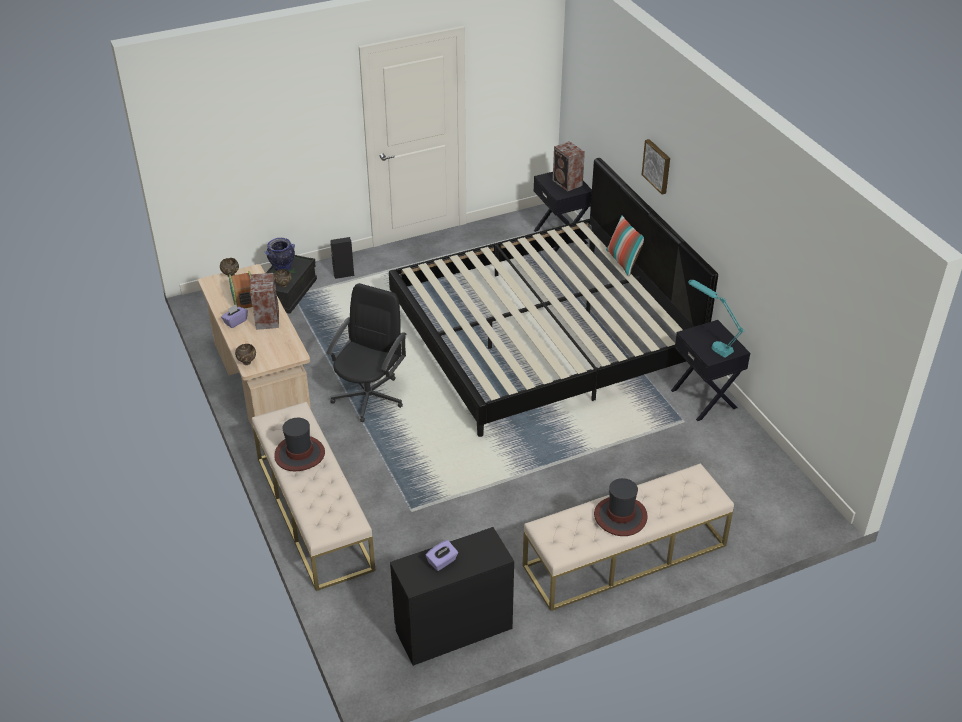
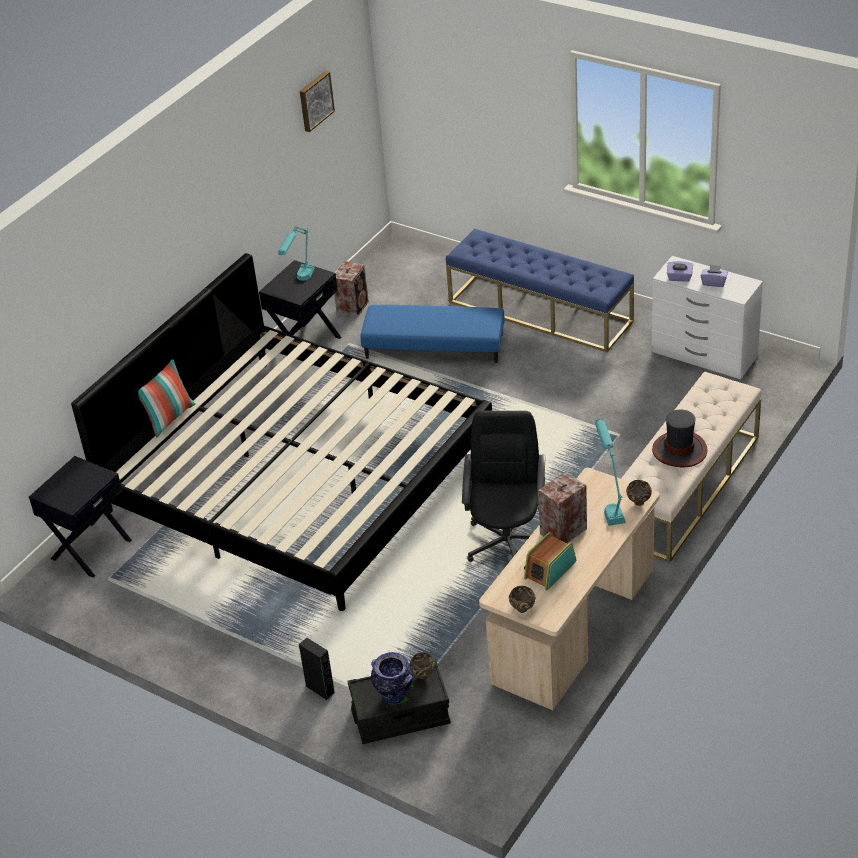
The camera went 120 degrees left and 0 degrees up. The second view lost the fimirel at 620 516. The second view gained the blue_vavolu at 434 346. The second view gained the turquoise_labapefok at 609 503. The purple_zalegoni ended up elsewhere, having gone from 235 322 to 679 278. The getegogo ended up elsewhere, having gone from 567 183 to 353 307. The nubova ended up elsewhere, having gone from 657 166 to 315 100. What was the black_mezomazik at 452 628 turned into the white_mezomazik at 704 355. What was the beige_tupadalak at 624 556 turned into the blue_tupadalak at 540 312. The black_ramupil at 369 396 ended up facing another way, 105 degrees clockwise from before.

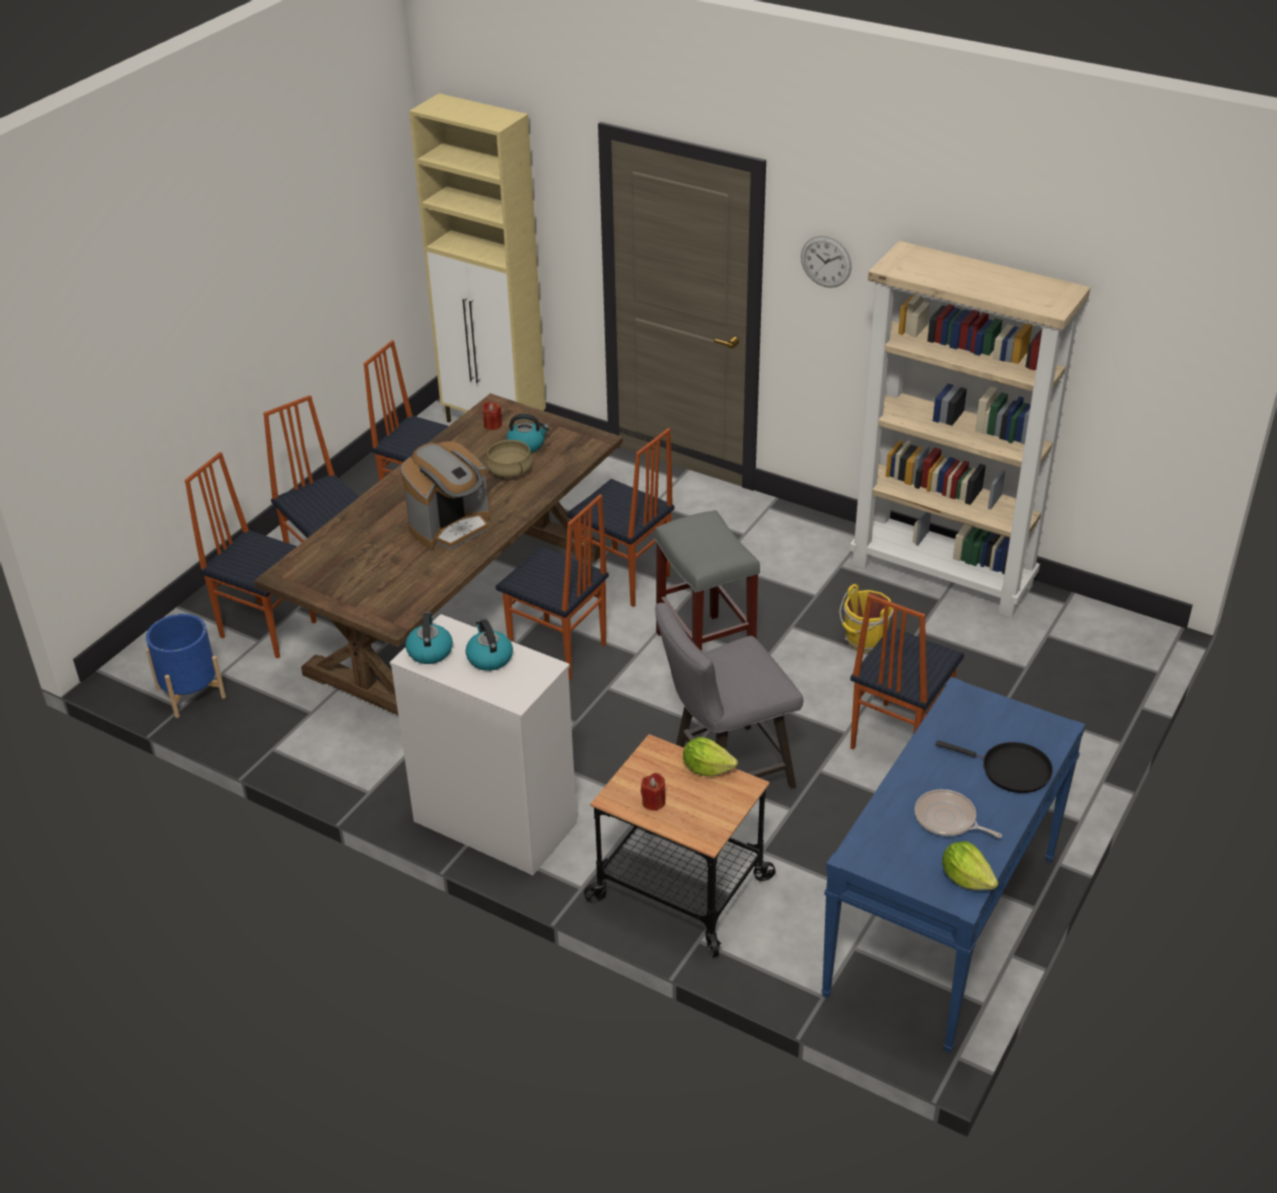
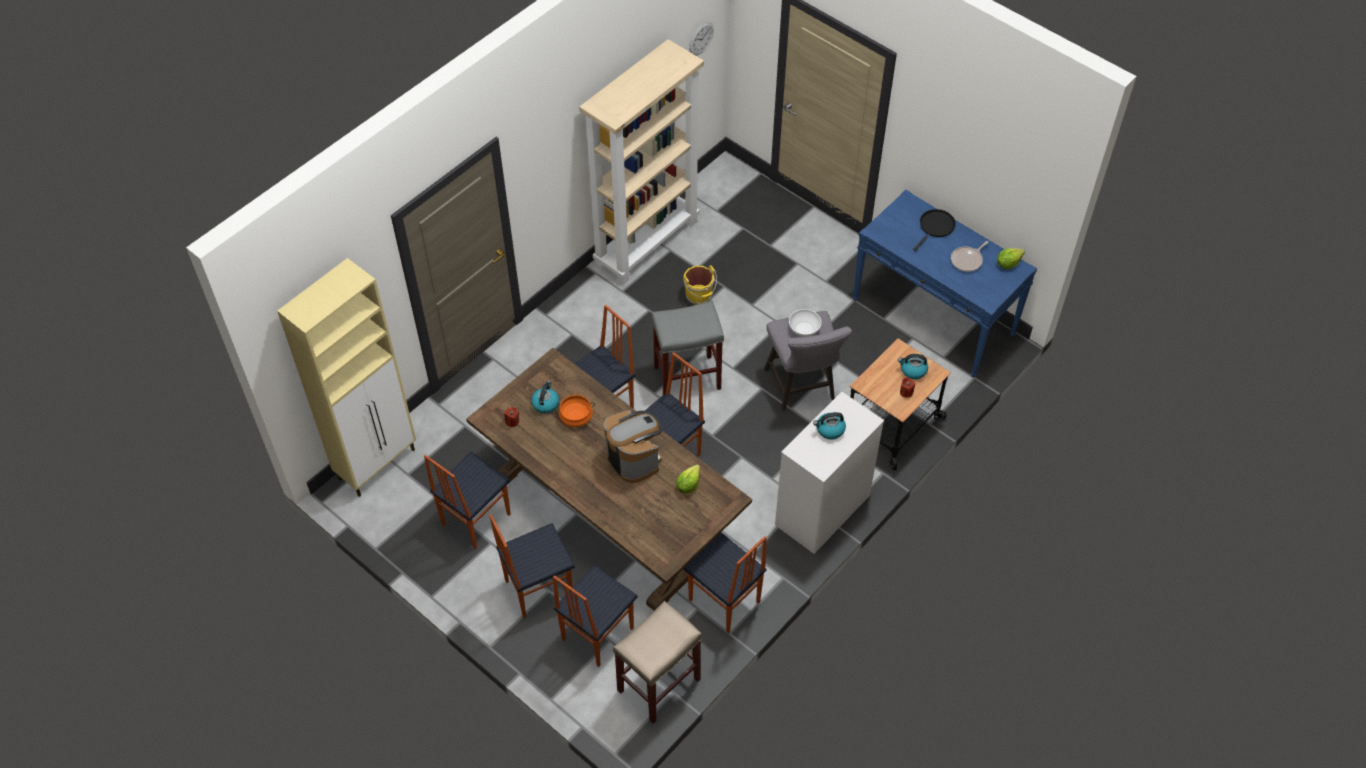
The camera went 80 degrees left and 15 degrees up. The second view gained the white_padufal at 803 329. The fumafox ended up elsewhere, having gone from 429 651 to 913 370. The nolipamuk ended up elsewhere, having gone from 707 768 to 688 485. The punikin ended up elsewhere, having gone from 826 261 to 701 38. The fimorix ended up elsewhere, having gone from 896 737 to 724 602. Where the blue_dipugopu stood at 191 693, the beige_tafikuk came to stand at 658 686. What was the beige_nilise at 510 471 turned into the orange_nilise at 576 417.

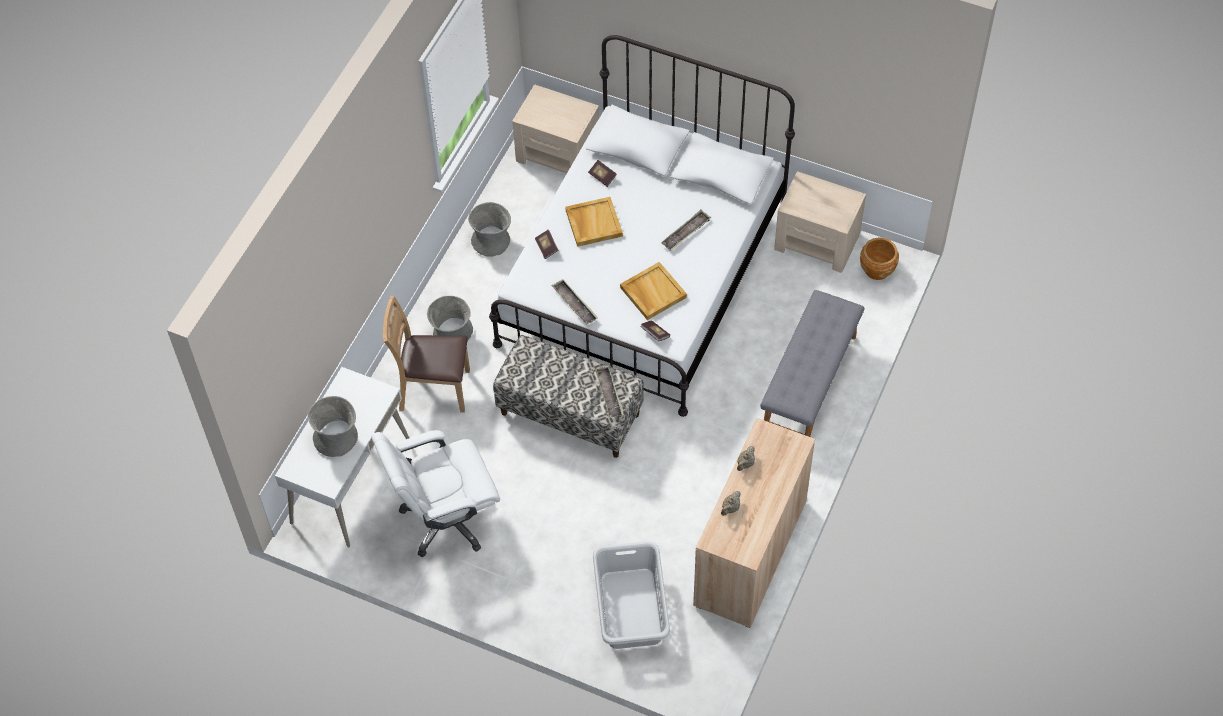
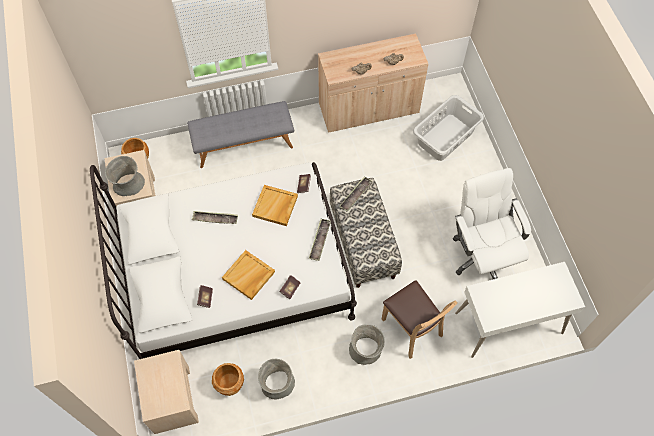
The camera went 130 degrees left and 5 degrees up. The second view gained the brown_dipugopu at 229 383. The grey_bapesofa ended up elsewhere, having gone from 337 437 to 128 184. The white_ramupil at 446 519 ended up facing another way, 135 degrees counterclockwise from before.

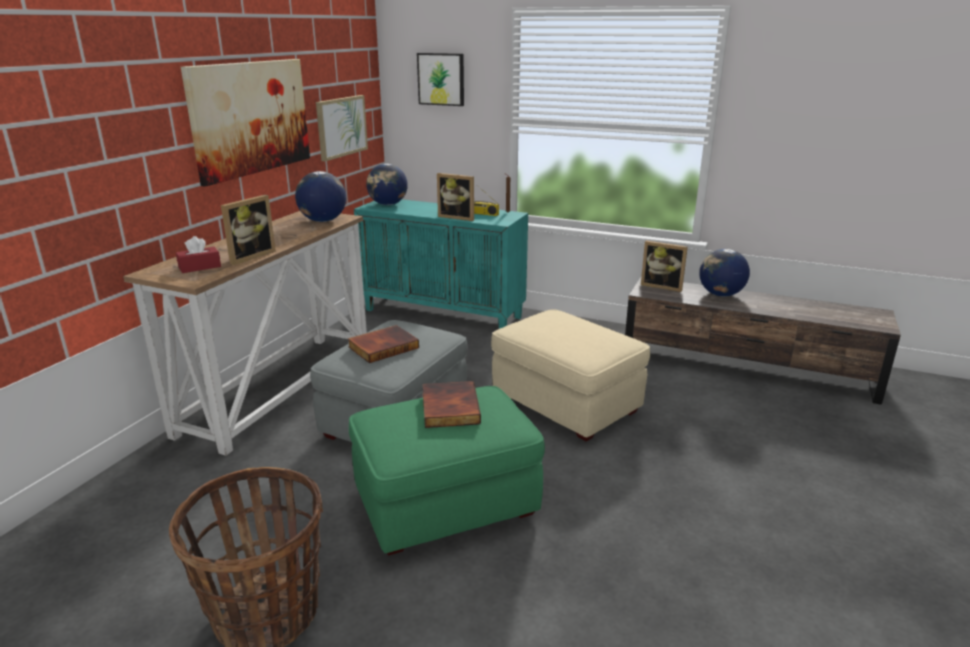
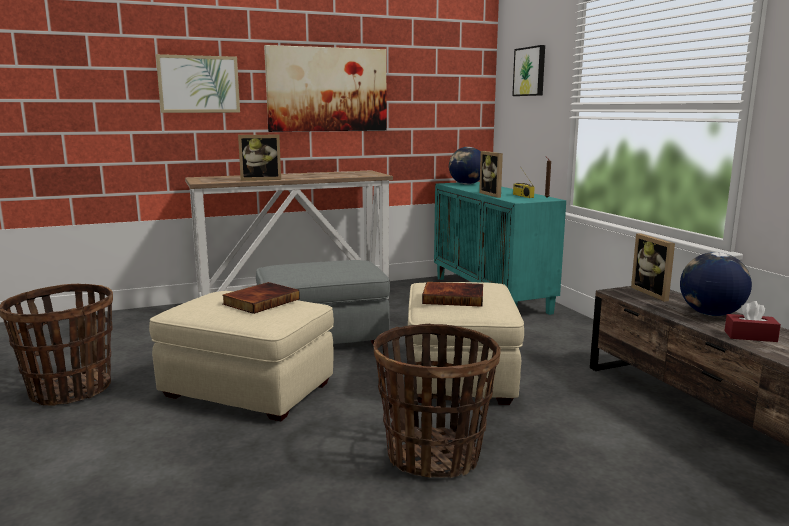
The camera went 45 degrees right and 10 degrees down. The second view lost the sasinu at 323 221. The second view gained the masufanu at 434 455. The red_zalegoni ended up elsewhere, having gone from 200 267 to 750 336. The nubova ended up elsewhere, having gone from 341 127 to 199 84. The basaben ended up elsewhere, having gone from 383 346 to 453 297. What was the green_vavolu at 445 504 turned into the beige_vavolu at 247 389.

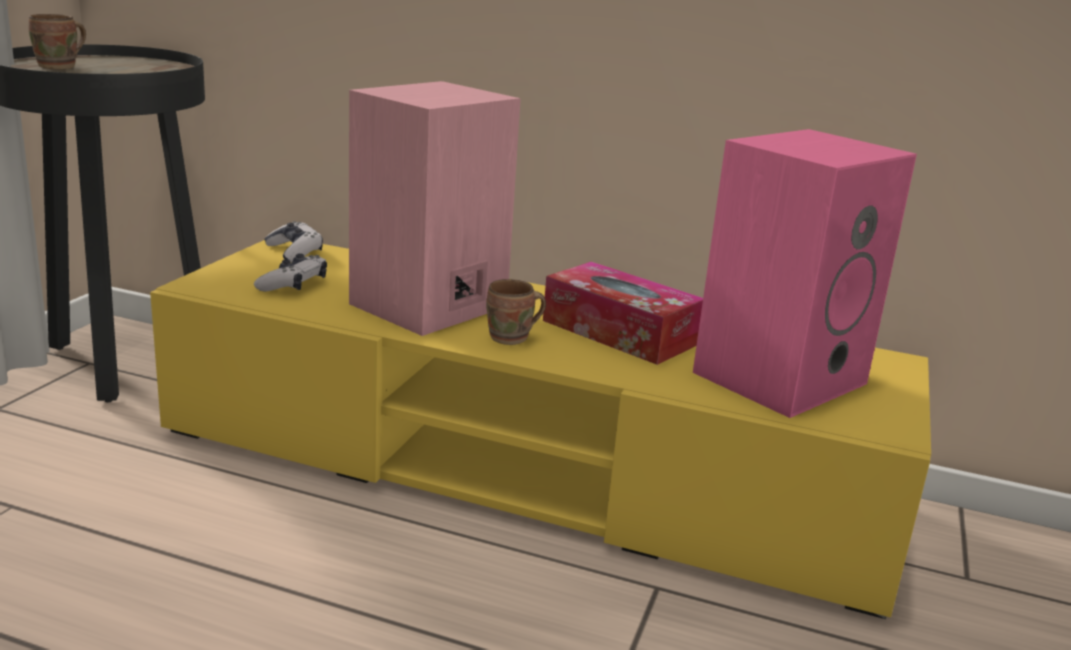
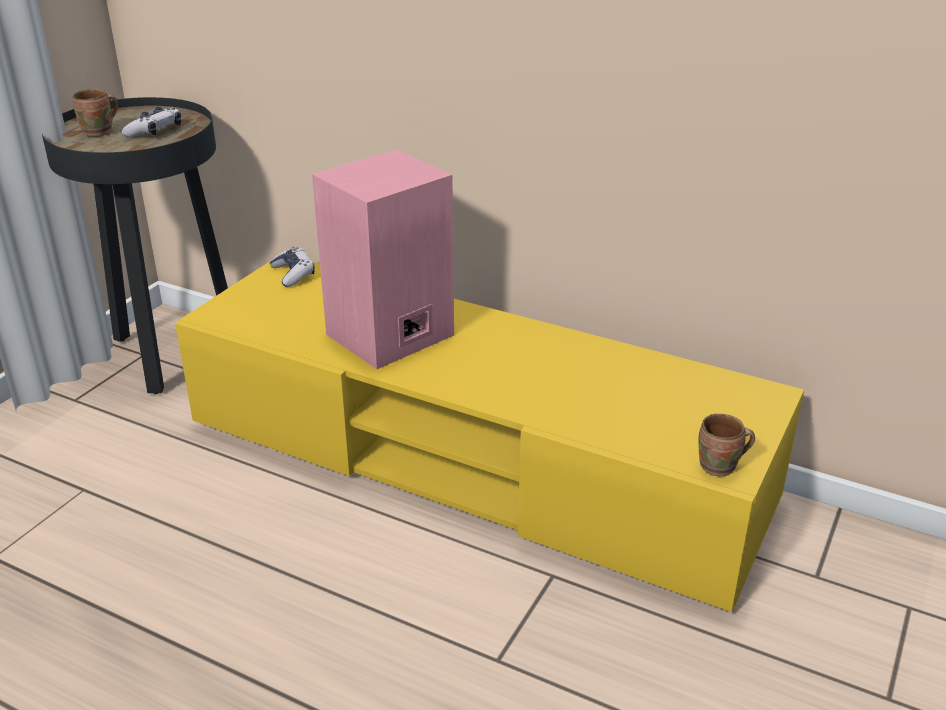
The camera went 10 degrees right and 10 degrees up. The second view lost the zalegoni at 619 332. The second view lost the pink_getegogo at 779 376. The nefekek ended up elsewhere, having gone from 293 285 to 155 132. The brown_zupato ended up elsewhere, having gone from 511 339 to 720 467.

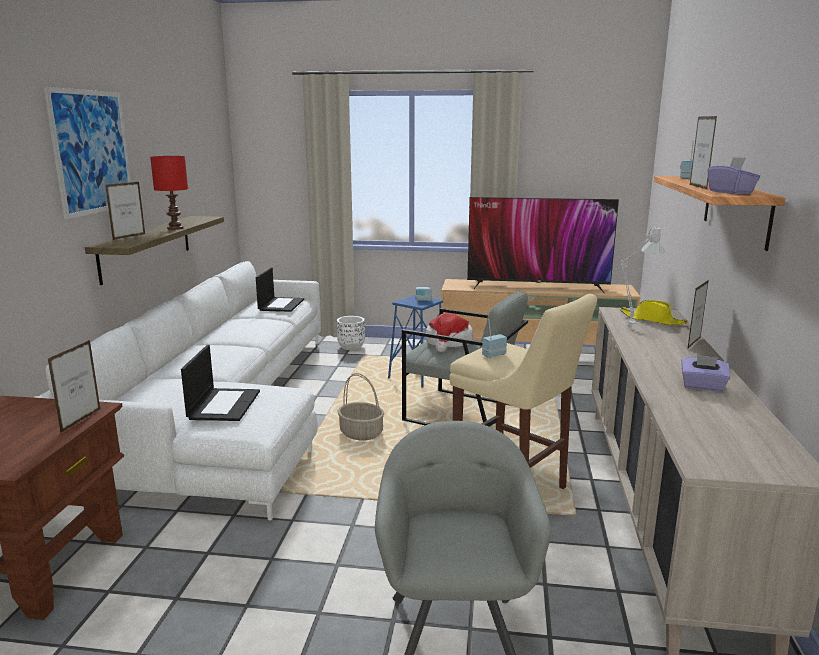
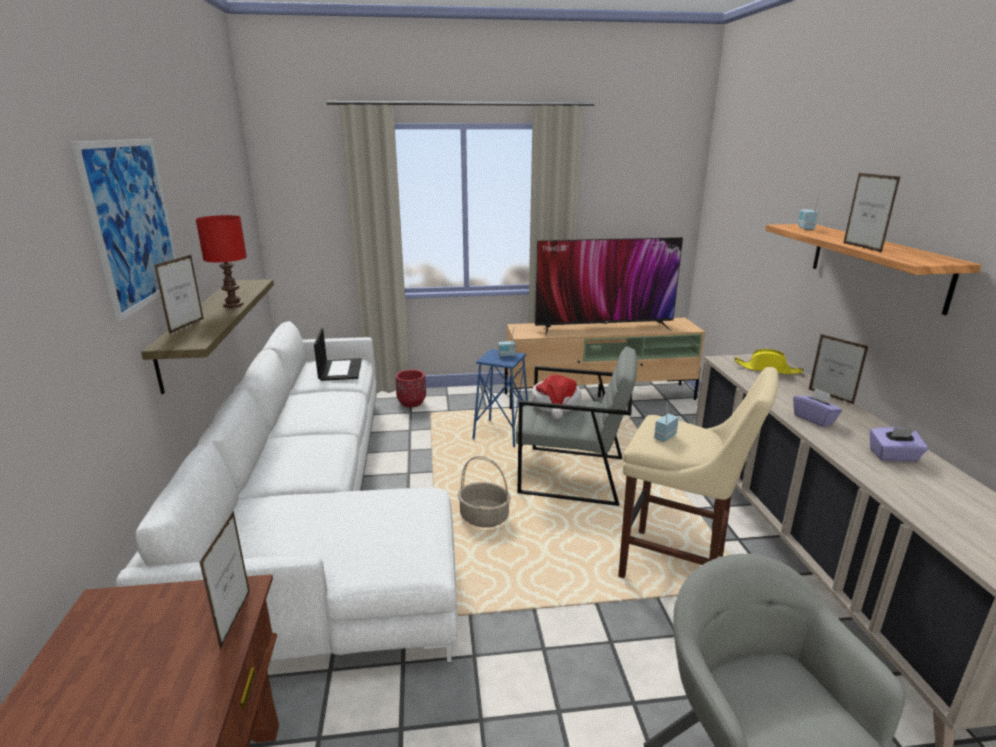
The camera went 15 degrees left and 5 degrees up. The second view lost the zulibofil at 224 404. The second view lost the grey_labapefok at 626 326. The purple_zalegoni ended up elsewhere, having gone from 730 192 to 814 419. What was the white_dipugopu at 351 347 turned into the red_dipugopu at 412 403. The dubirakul at 694 343 ended up facing another way, 120 degrees clockwise from before.

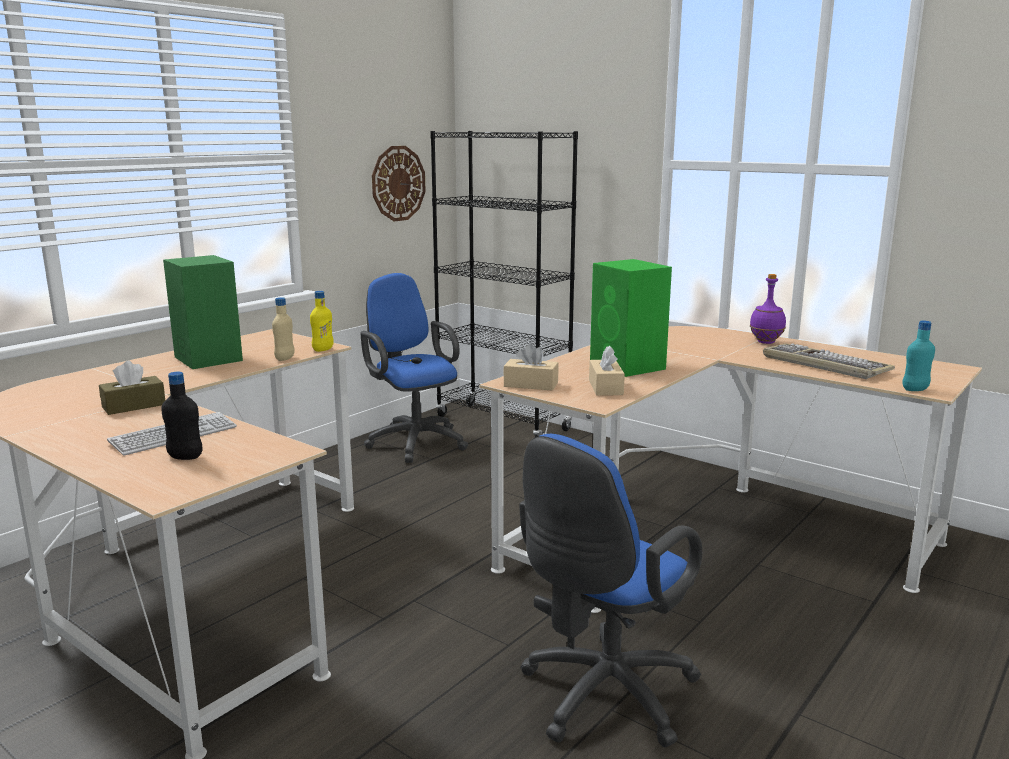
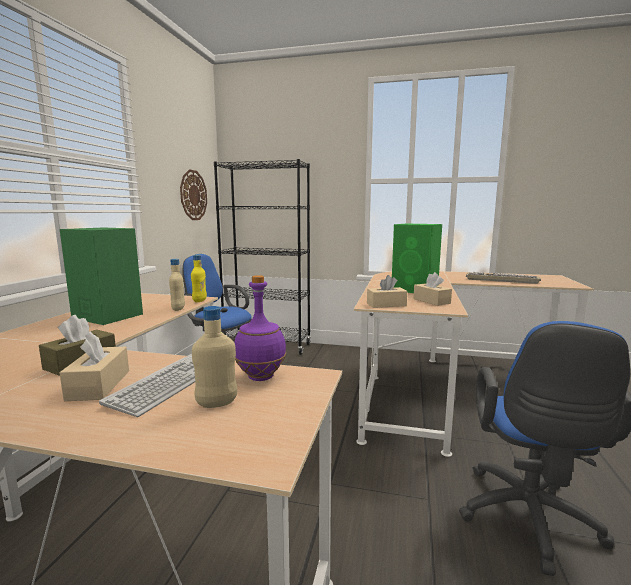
The camera went 25 degrees left and 5 degrees down. The second view lost the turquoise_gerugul at 915 389. The second view gained the beige_zalegoni at 99 385. The purple_gerugul ended up elsewhere, having gone from 766 342 to 261 377. What was the black_gerugul at 185 457 turned into the beige_gerugul at 217 404.

